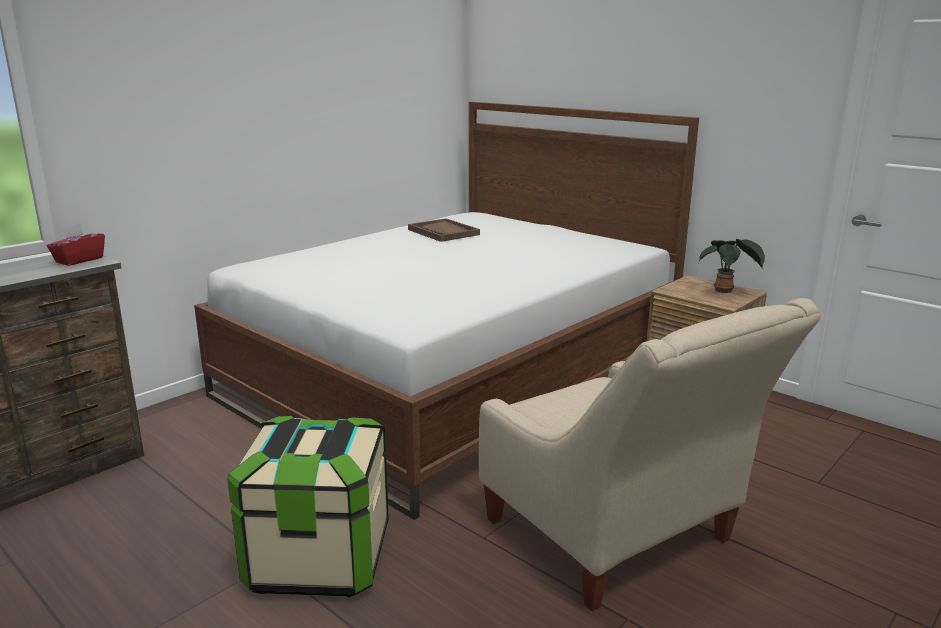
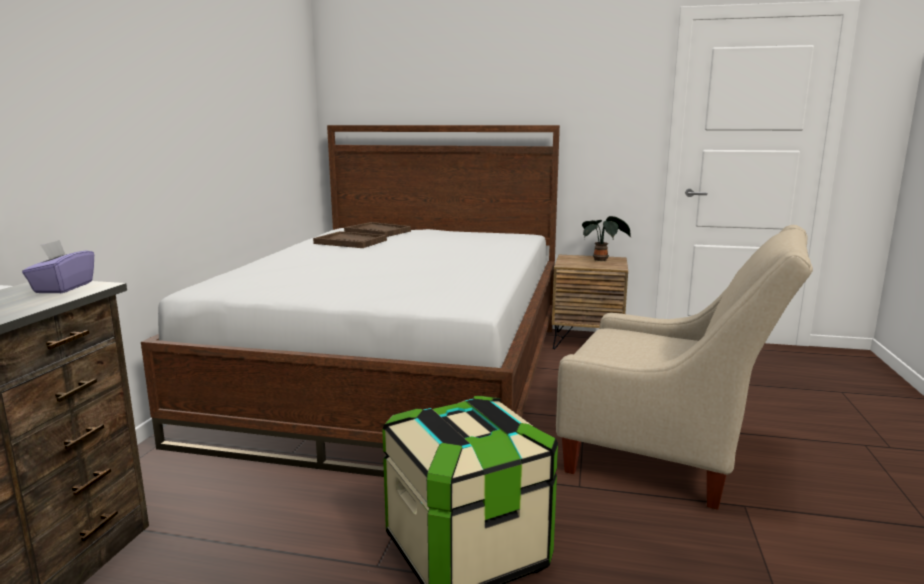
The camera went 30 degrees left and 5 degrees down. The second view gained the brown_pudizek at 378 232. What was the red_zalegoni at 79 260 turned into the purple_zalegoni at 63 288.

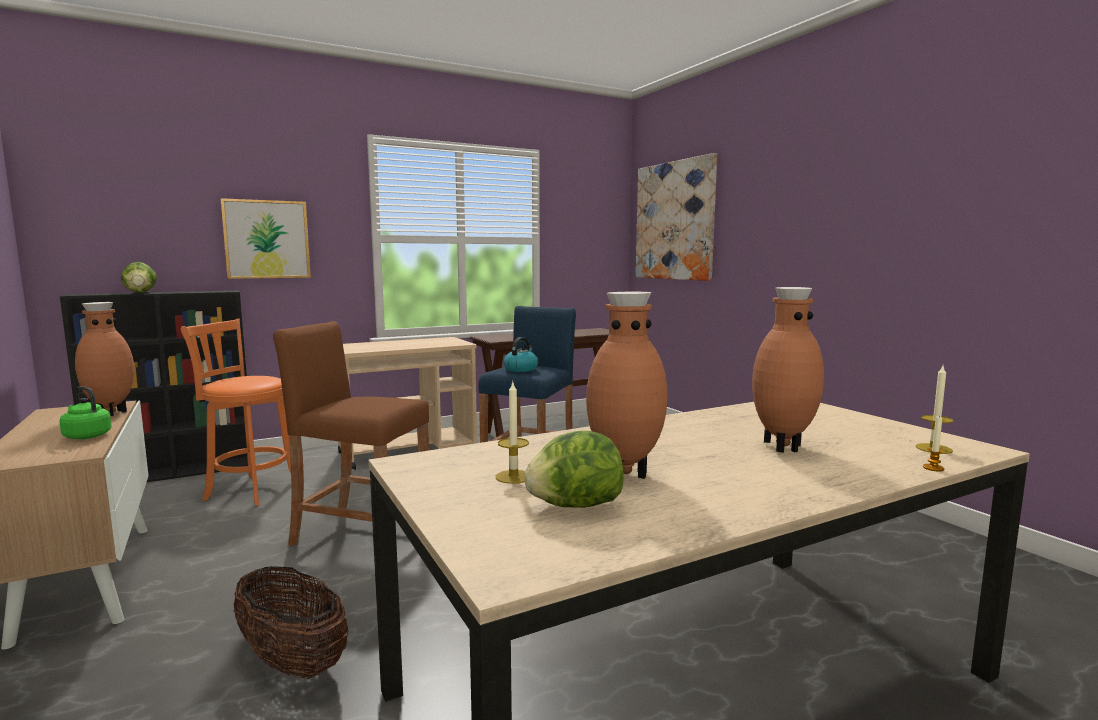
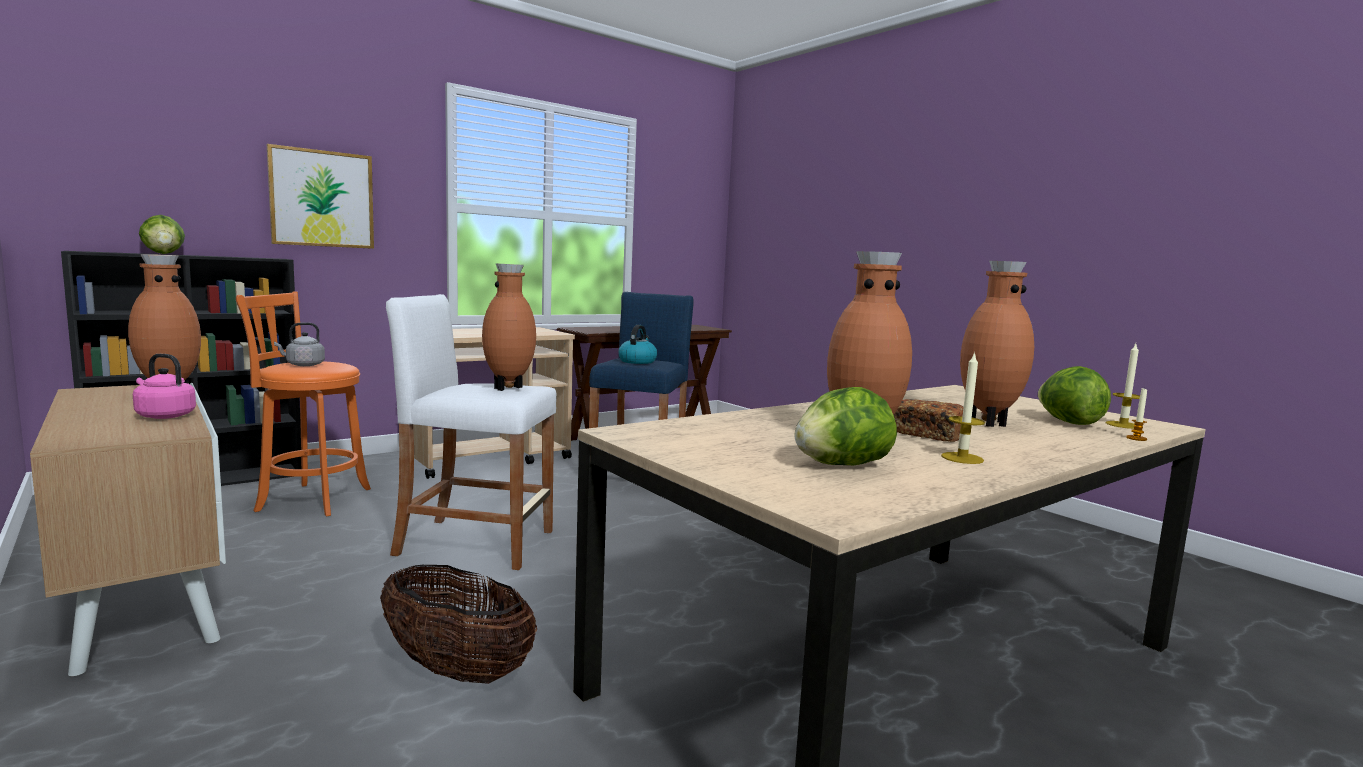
The camera went 10 degrees left and 0 degrees up. The second view lost the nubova at 674 221. The second view gained the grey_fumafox at 303 365. The second view gained the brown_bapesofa at 509 388. The second view gained the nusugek at 926 435. The second view gained the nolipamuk at 1068 422. The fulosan ended up elsewhere, having gone from 513 477 to 962 458. What was the green_fumafox at 86 436 turned into the pink_fumafox at 163 415. What was the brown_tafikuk at 362 534 turned into the white_tafikuk at 475 543.

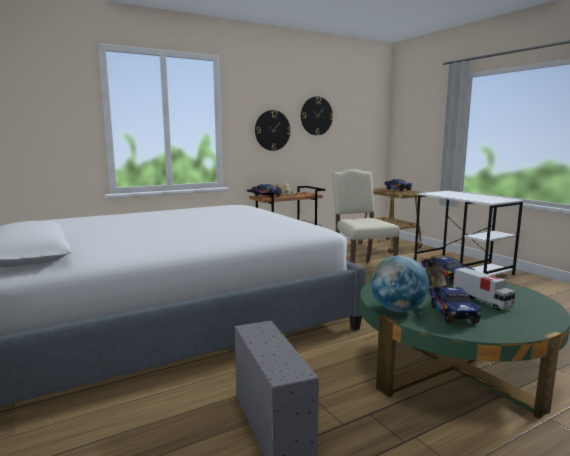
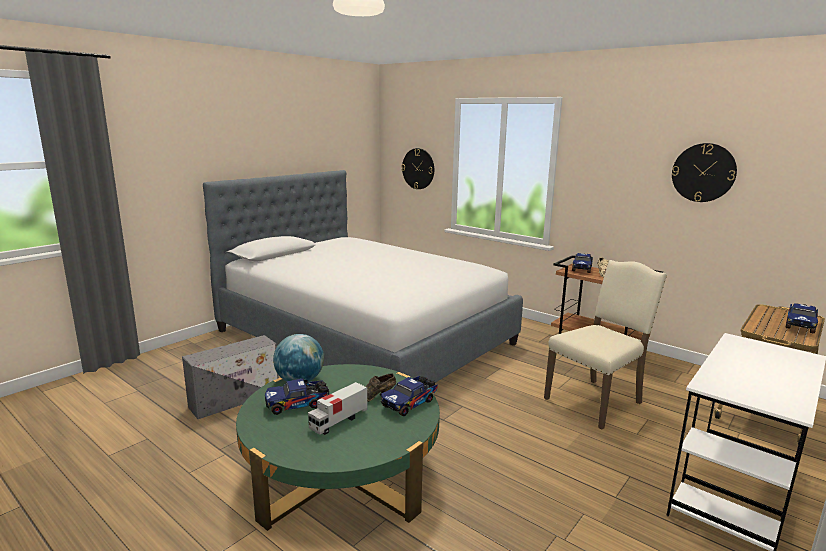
The camera went 70 degrees right and 5 degrees up. The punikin ended up elsewhere, having gone from 272 130 to 418 168.

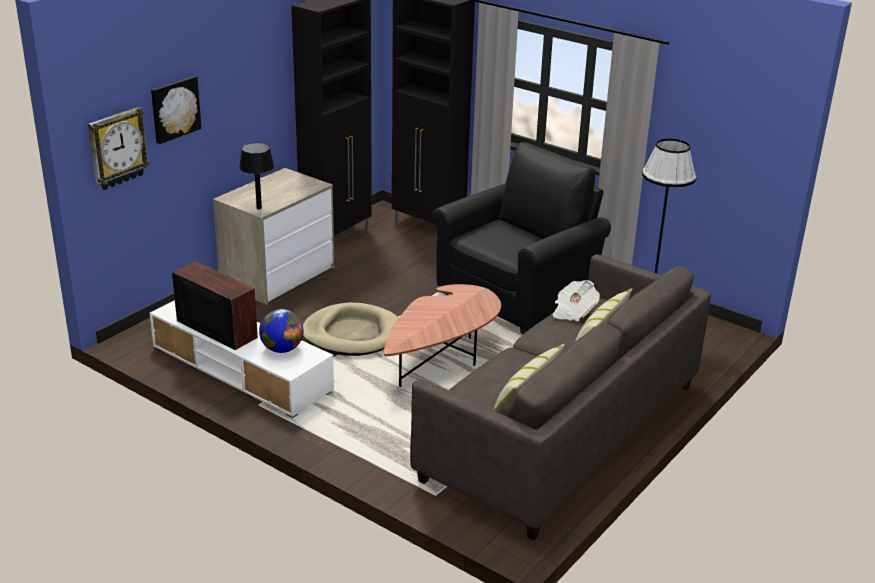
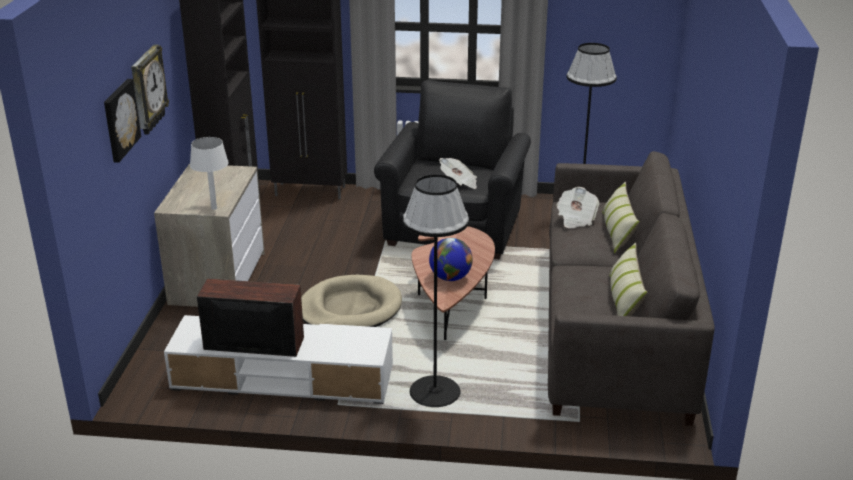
The camera went 30 degrees left and 0 degrees up. The second view gained the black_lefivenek at 435 392. The second view gained the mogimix at 459 183. The punikin ended up elsewhere, having gone from 117 148 to 147 90. The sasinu ended up elsewhere, having gone from 282 349 to 450 278. What was the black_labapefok at 259 208 turned into the white_labapefok at 214 208.

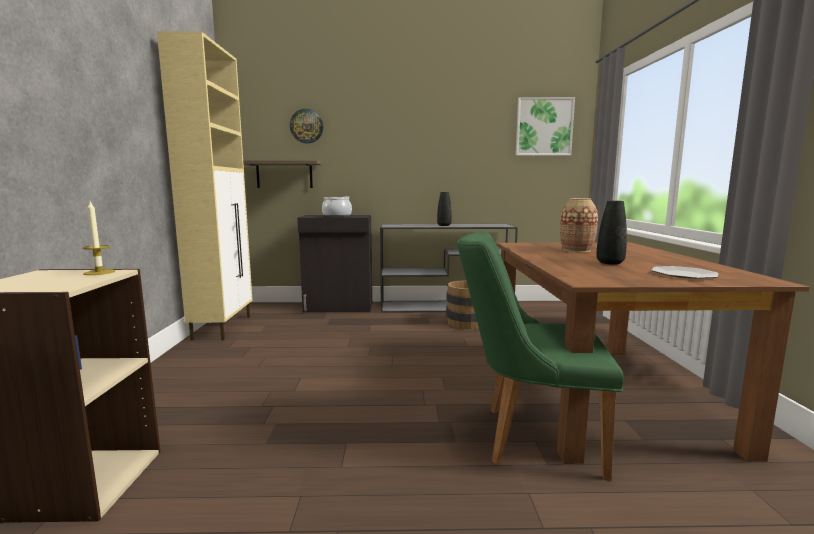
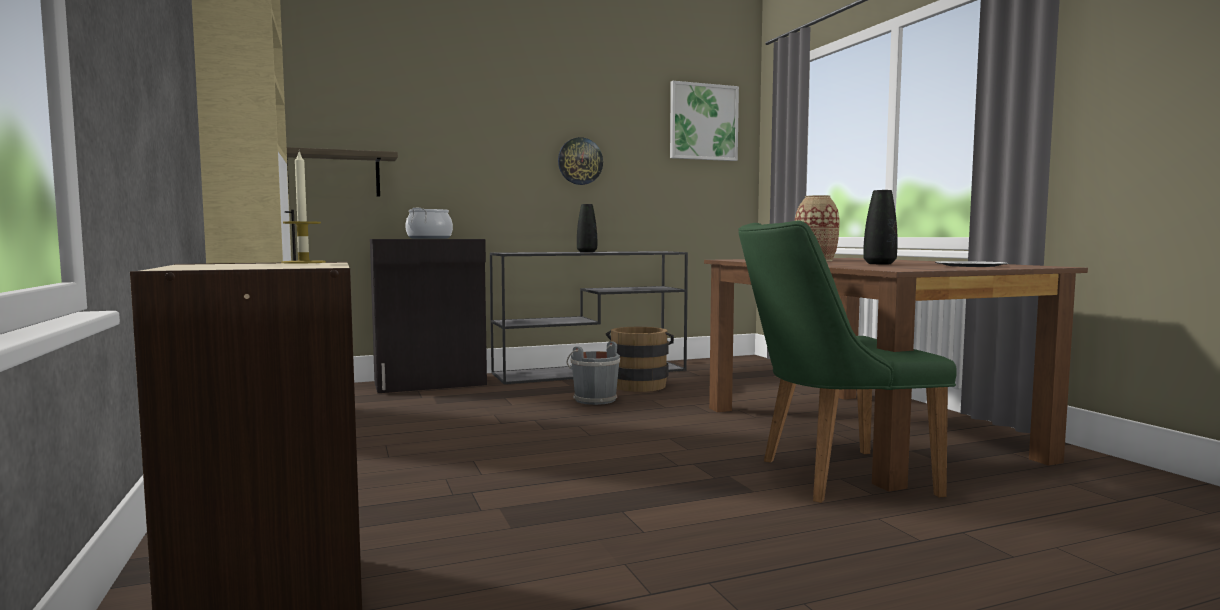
The camera went 20 degrees left and 5 degrees down. The second view gained the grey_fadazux at 593 399. The punikin ended up elsewhere, having gone from 306 126 to 580 161.

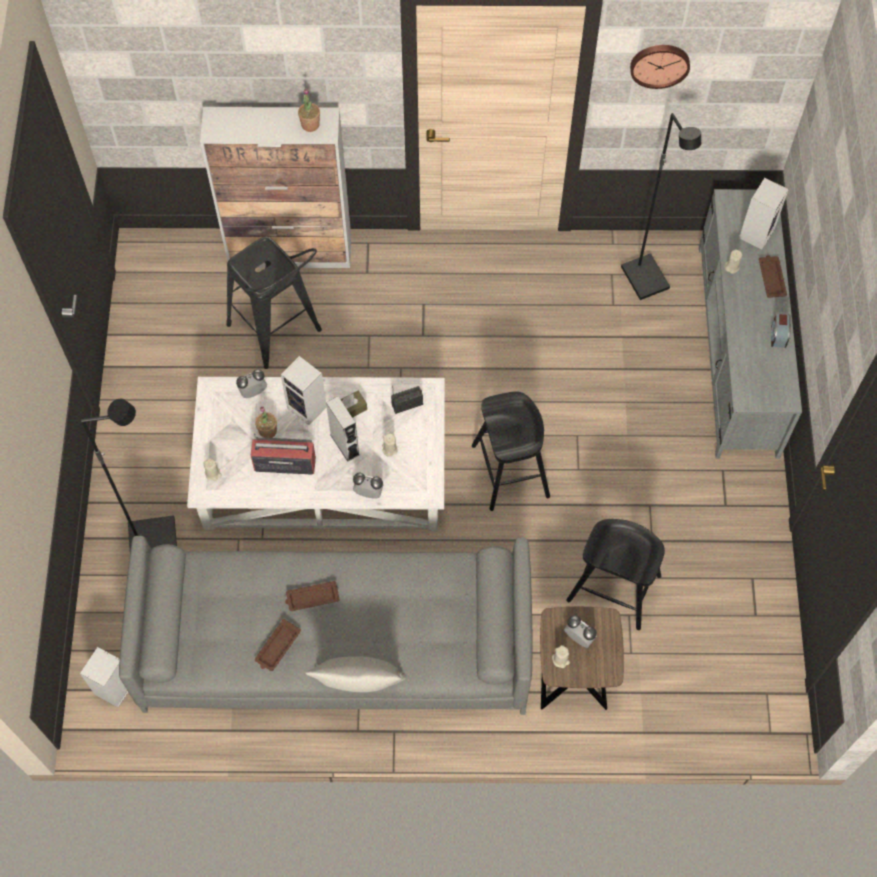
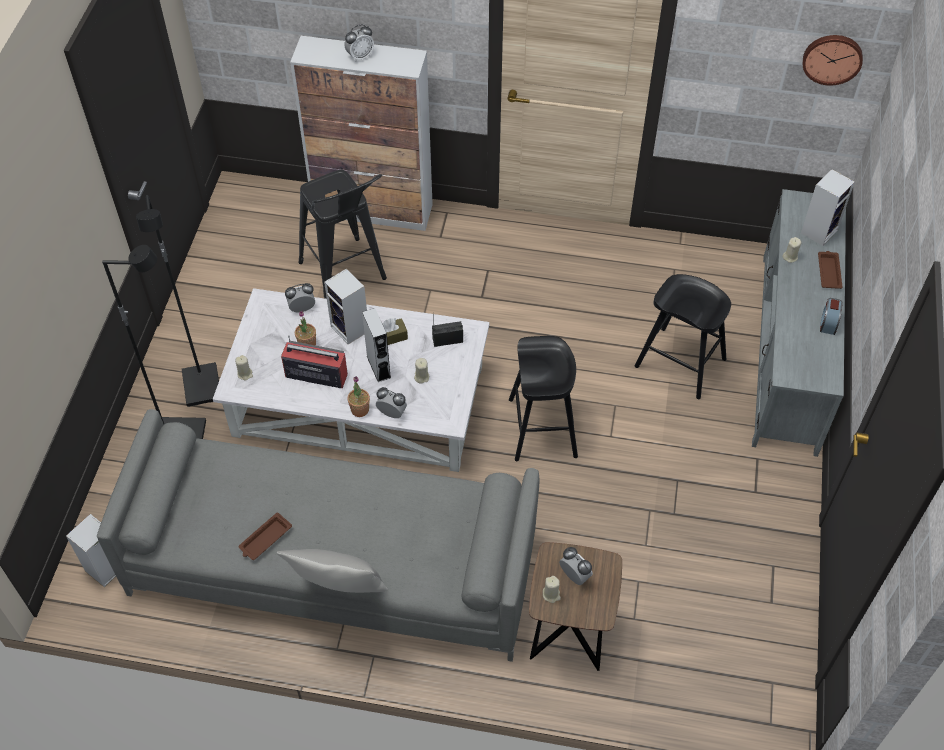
The camera went 10 degrees right and 10 degrees down. The second view lost the brown_pudizek at 311 598. The second view gained the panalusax at 360 56. The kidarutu ended up elsewhere, having gone from 310 124 to 360 410. The black_tafikuk ended up elsewhere, having gone from 613 588 to 680 363. The black_lefivenek ended up elsewhere, having gone from 646 278 to 203 386. The punikin ended up elsewhere, having gone from 659 64 to 832 58.

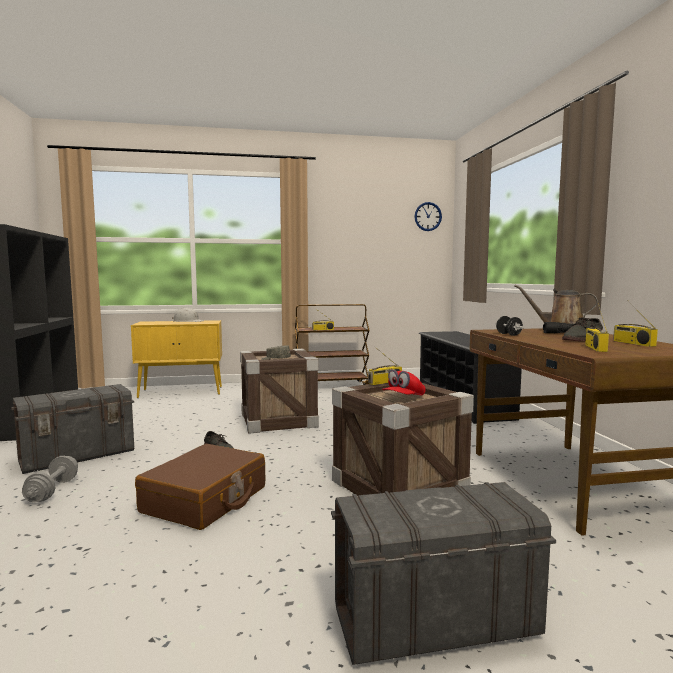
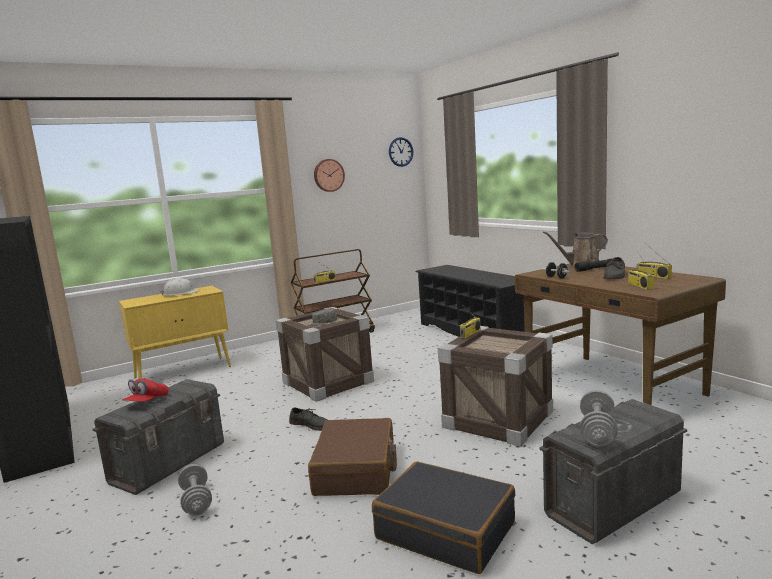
The camera went 20 degrees left and 5 degrees up. The second view gained the punikin at 328 175. The second view gained the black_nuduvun at 446 530. The second view gained the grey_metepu at 597 432. The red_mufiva ended up elsewhere, having gone from 403 398 to 147 402.

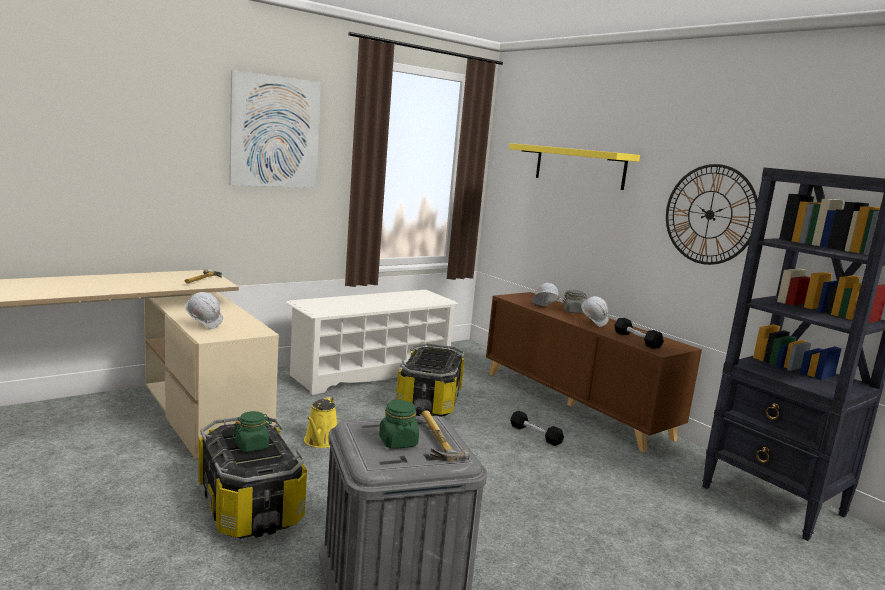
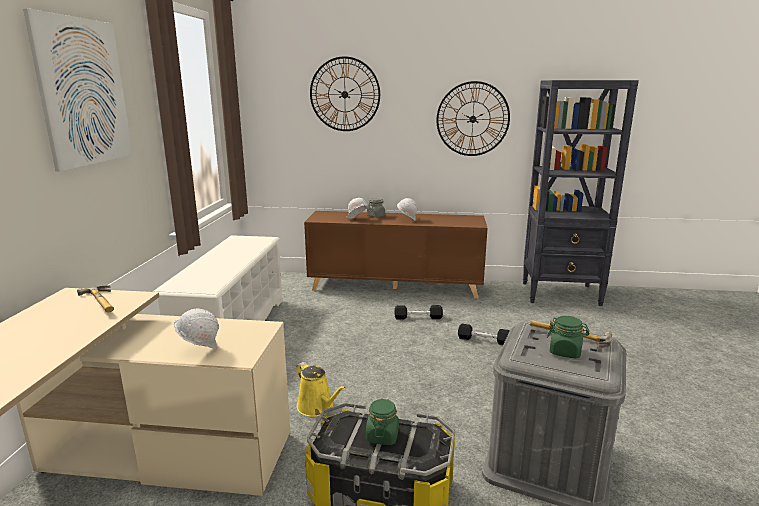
The camera went 45 degrees left and 5 degrees up. The second view lost the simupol at 430 401. The black_metepu ended up elsewhere, having gone from 637 340 to 484 340. Where the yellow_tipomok hung at 579 166, the punikin came to hang at 345 94.

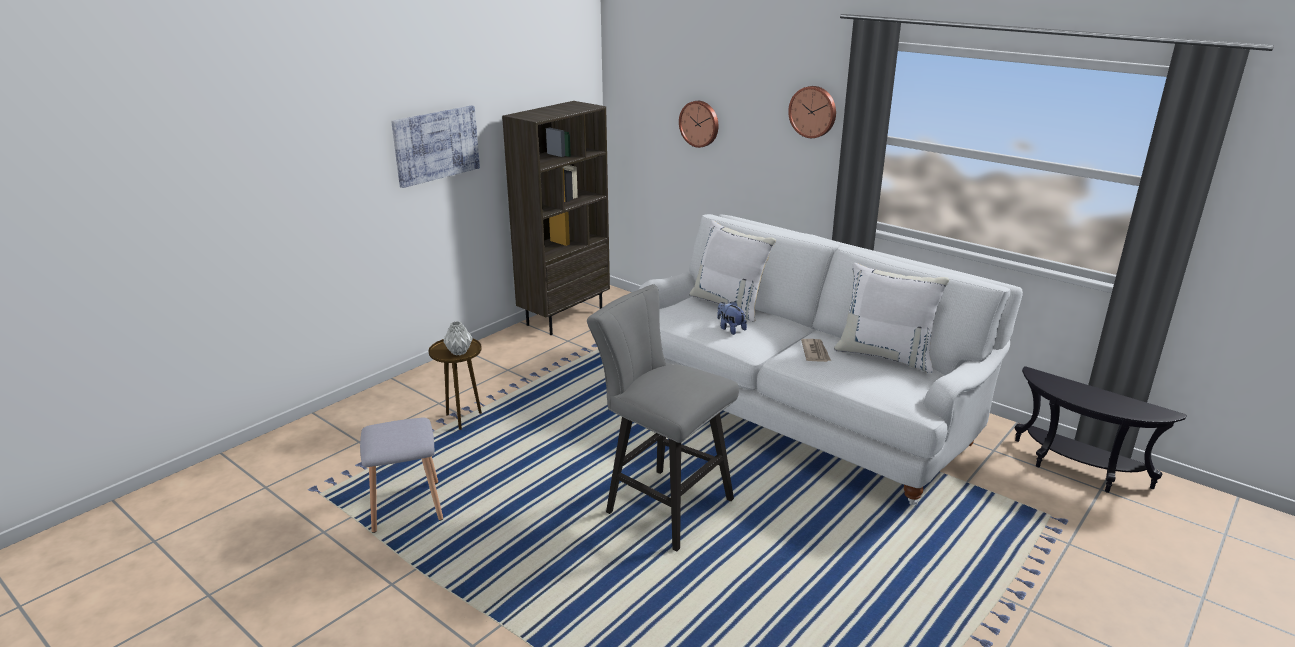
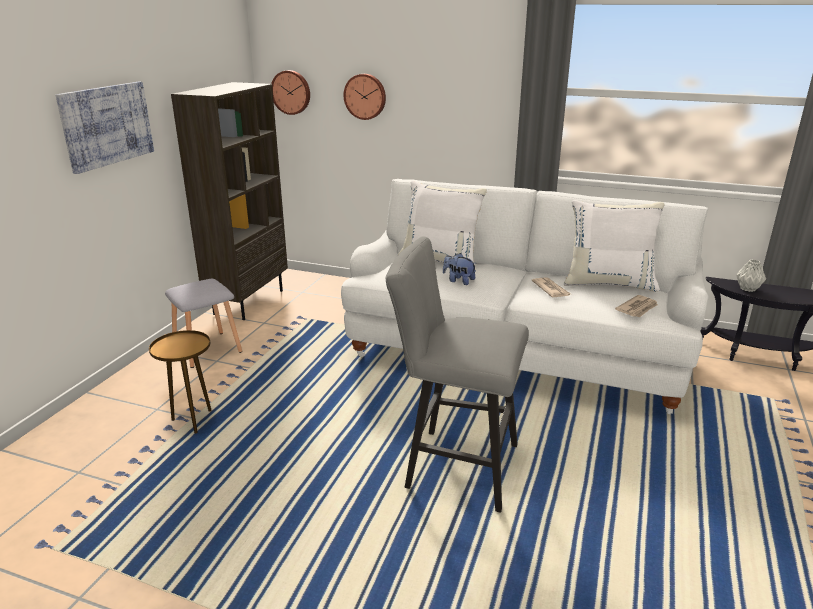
The camera went 20 degrees left and 0 degrees up. The second view gained the mogimix at 637 308. The grey_tafikuk ended up elsewhere, having gone from 407 505 to 208 349. The grey_bapesofa ended up elsewhere, having gone from 458 352 to 747 289. The punikin ended up elsewhere, having gone from 813 111 to 291 92.

